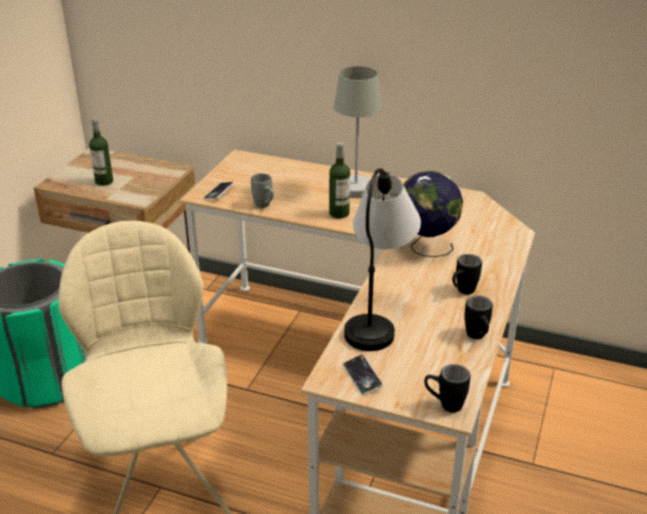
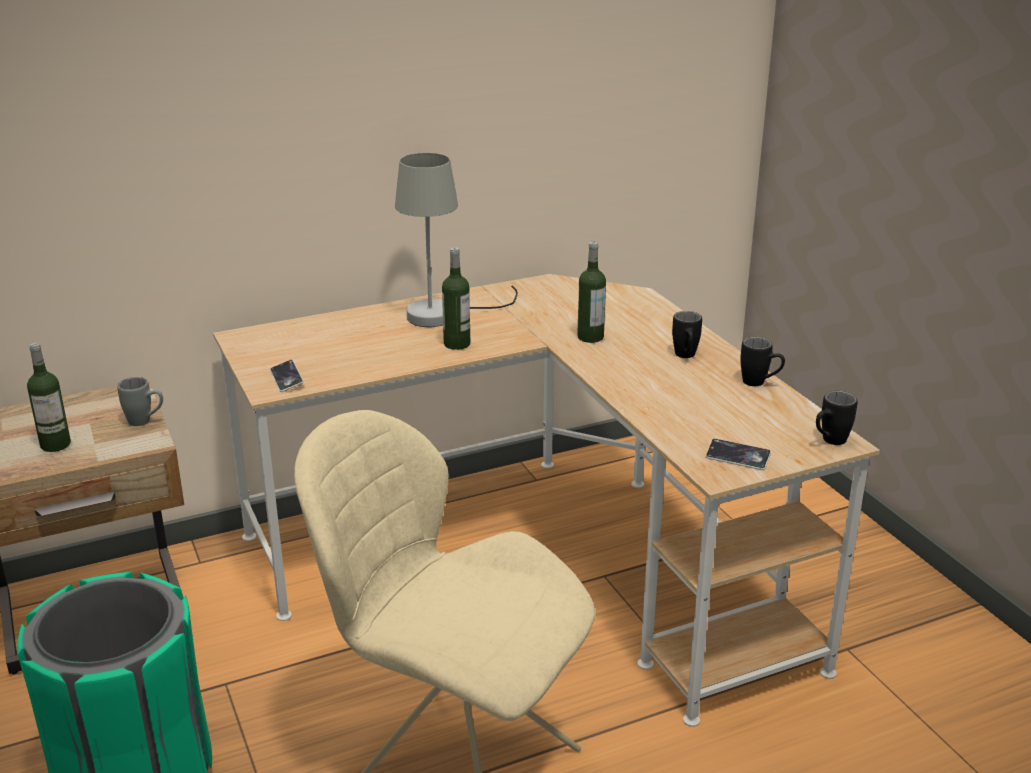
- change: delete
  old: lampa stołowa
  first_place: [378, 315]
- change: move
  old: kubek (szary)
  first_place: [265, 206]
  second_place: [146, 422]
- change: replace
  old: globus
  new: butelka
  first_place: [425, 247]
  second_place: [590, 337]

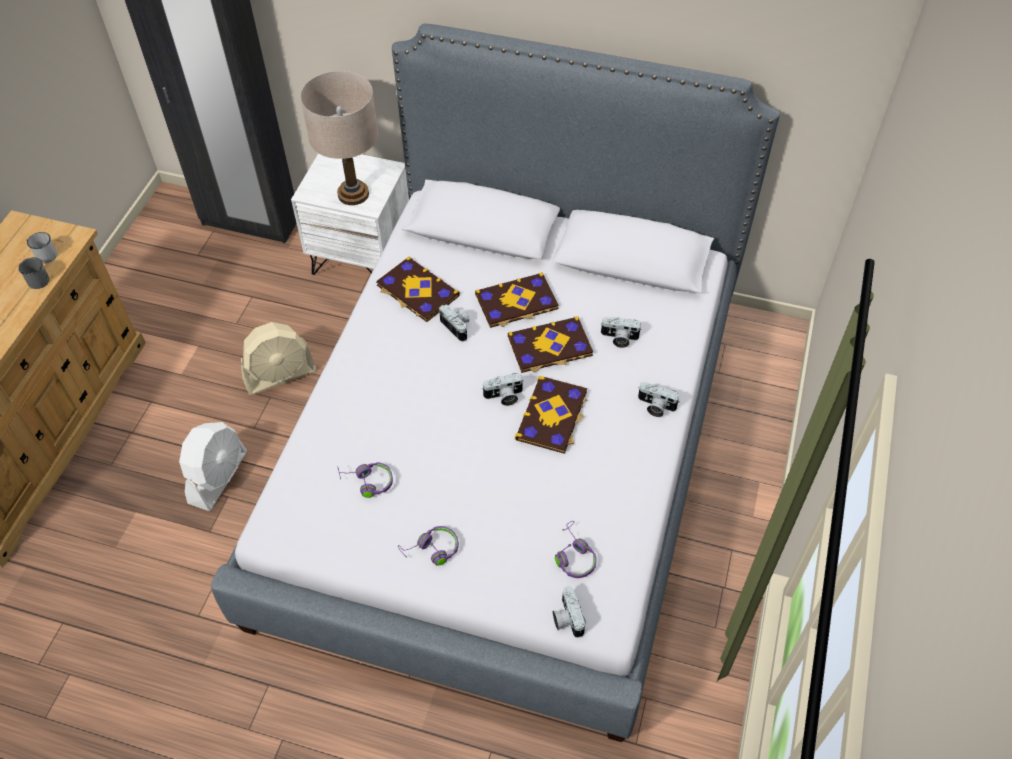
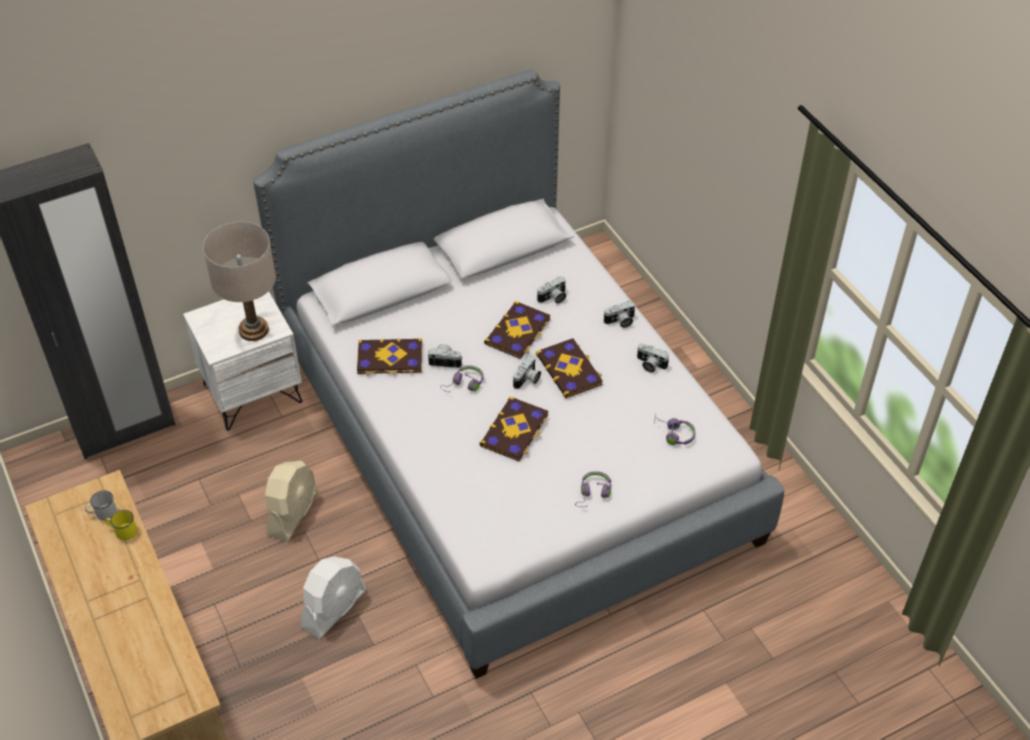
- change: move
  old: słuchawki (fioletowy)
  first_place: [367, 482]
  second_place: [464, 384]
- change: move
  old: książka
  first_place: [516, 302]
  second_place: [515, 431]
- change: move
  old: aparat fotograficzny
  first_place: [566, 618]
  second_place: [650, 364]
- change: recolor
  old: kubek (szary)
  new: kubek (żółty)
  first_place: [37, 279]
  second_place: [123, 531]
- change: rotate
  old: wentylator (biały)
  first_place: [218, 477]
  second_place: [334, 608]
  degrees: 60

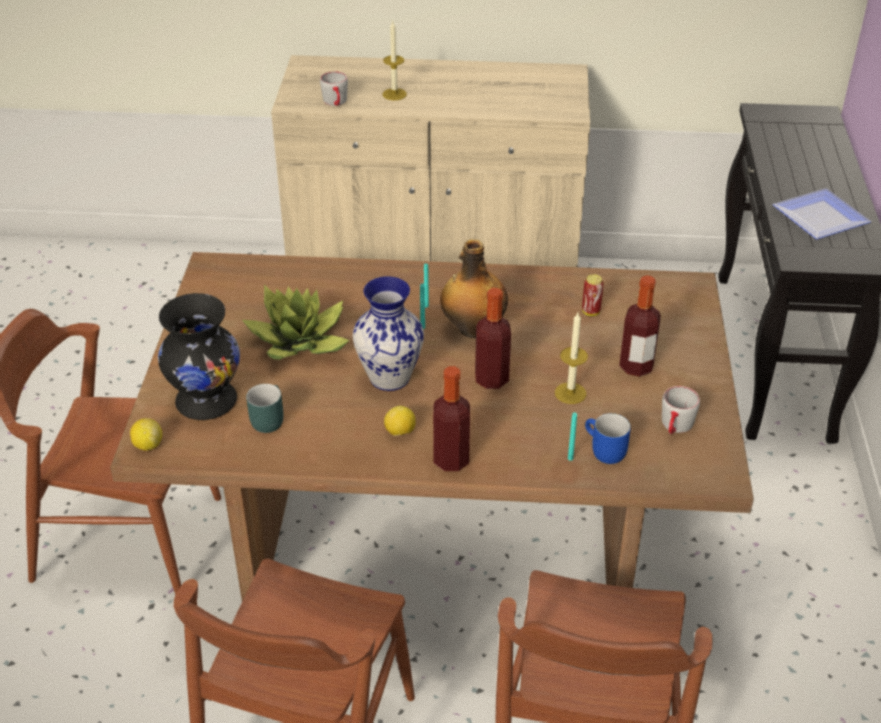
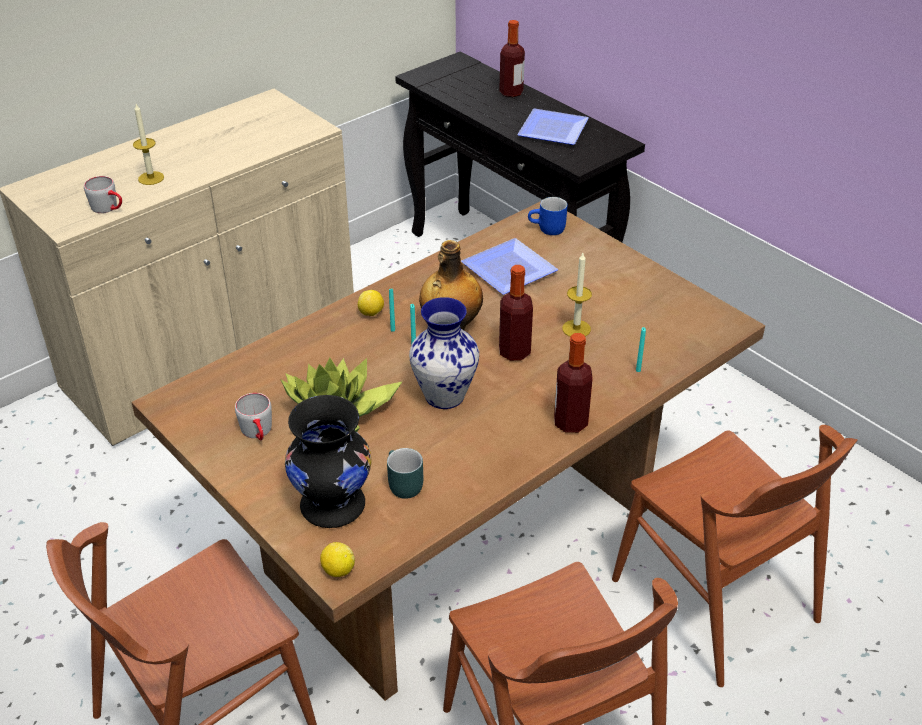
- change: move
  old: cytryna
  first_place: [400, 432]
  second_place: [371, 313]
- change: move
  old: kubek (niebieski)
  first_place: [603, 451]
  second_place: [547, 230]
- change: move
  old: butelka
  first_place: [636, 367]
  second_place: [511, 92]
- change: move
  old: kubek (szary)
  first_place: [675, 427]
  second_place: [258, 433]
- change: replace
  old: puszka
  new: talerz
  first_place: [591, 312]
  second_place: [509, 267]

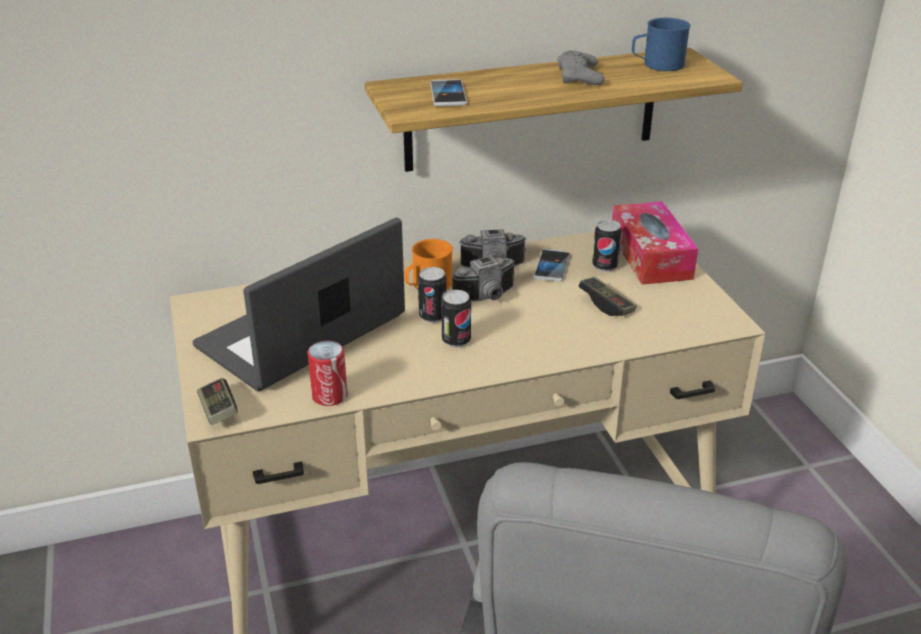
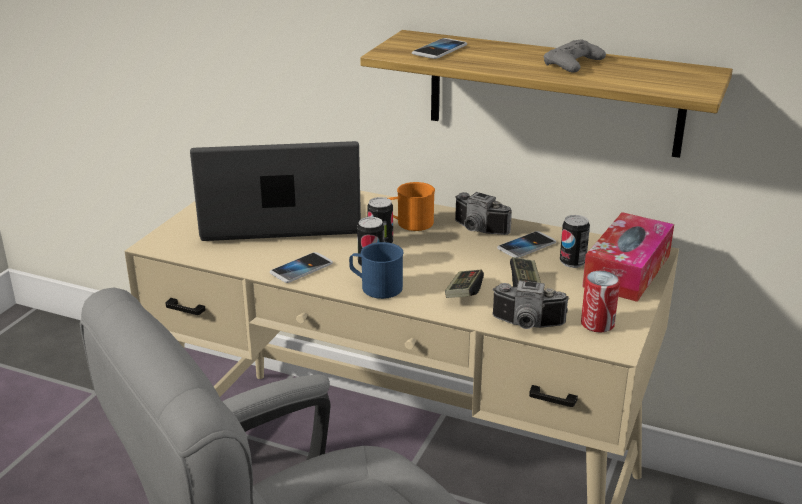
- change: insert
  new: telefon
  second_place: [301, 269]
- change: move
  old: pad do gier
  first_place: [218, 410]
  second_place: [464, 293]
- change: move
  old: puszka
  first_place: [329, 396]
  second_place: [597, 324]
- change: move
  old: aparat fotograficzny
  first_place: [488, 297]
  second_place: [527, 325]
- change: move
  old: kubek (niebieski)
  first_place: [657, 65]
  second_place: [375, 287]

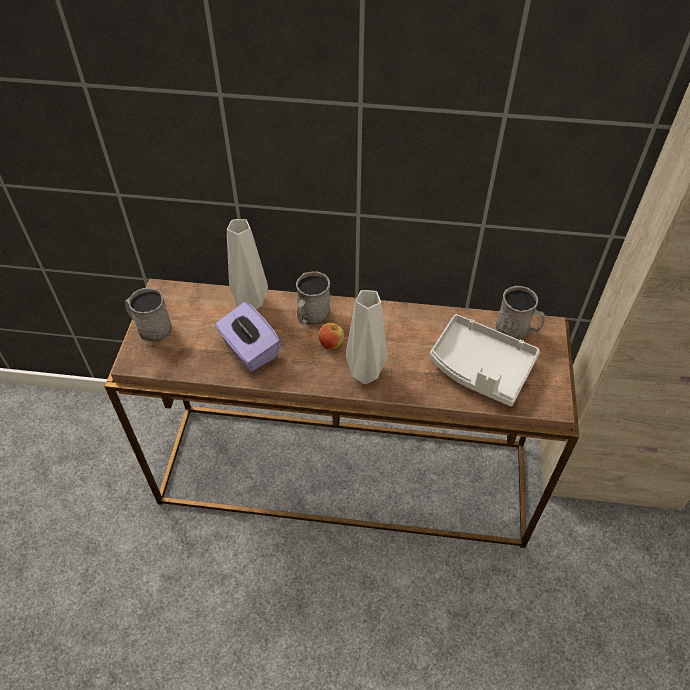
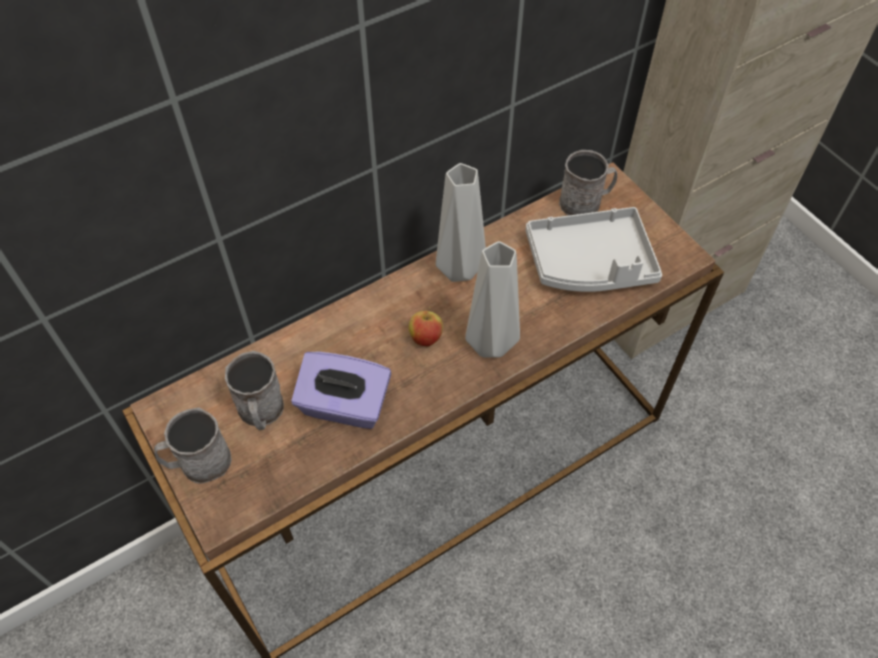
- change: move
  old: wazon (szary)
  first_place: [251, 304]
  second_place: [461, 270]
- change: move
  old: kubek (szary)
  first_place: [311, 317]
  second_place: [261, 412]

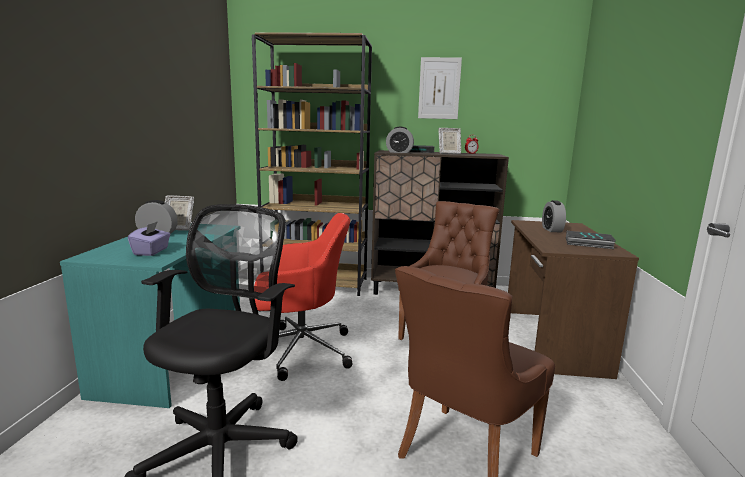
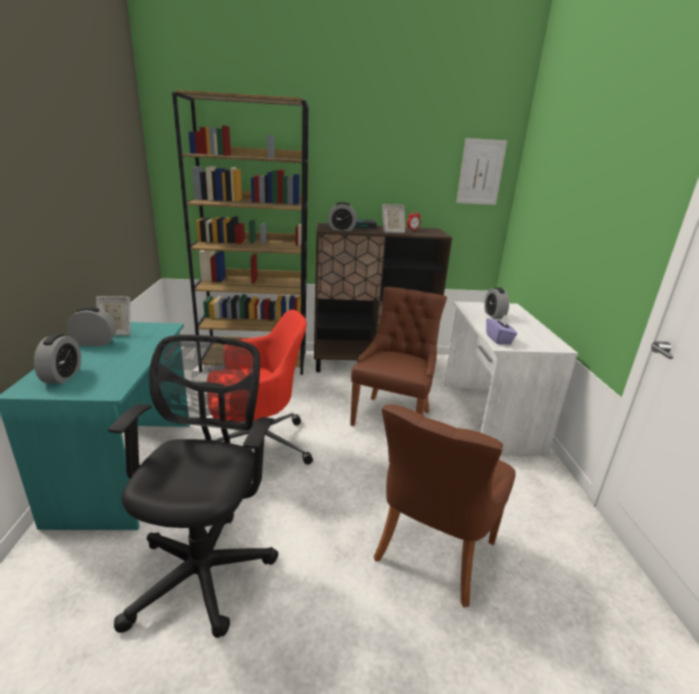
- change: delete
  old: książka
  first_place: [588, 243]
- change: insert
  new: budzik
  second_place: [62, 376]
- change: move
  old: pudełko chusteczek (fioletowy)
  first_place: [151, 251]
  second_place: [499, 339]
- change: move
  old: obraz
  first_place: [439, 88]
  second_place: [480, 172]
- change: recolor
  old: biurko (brązowy)
  new: biurko (biały)
  first_place: [551, 340]
  second_place: [488, 416]

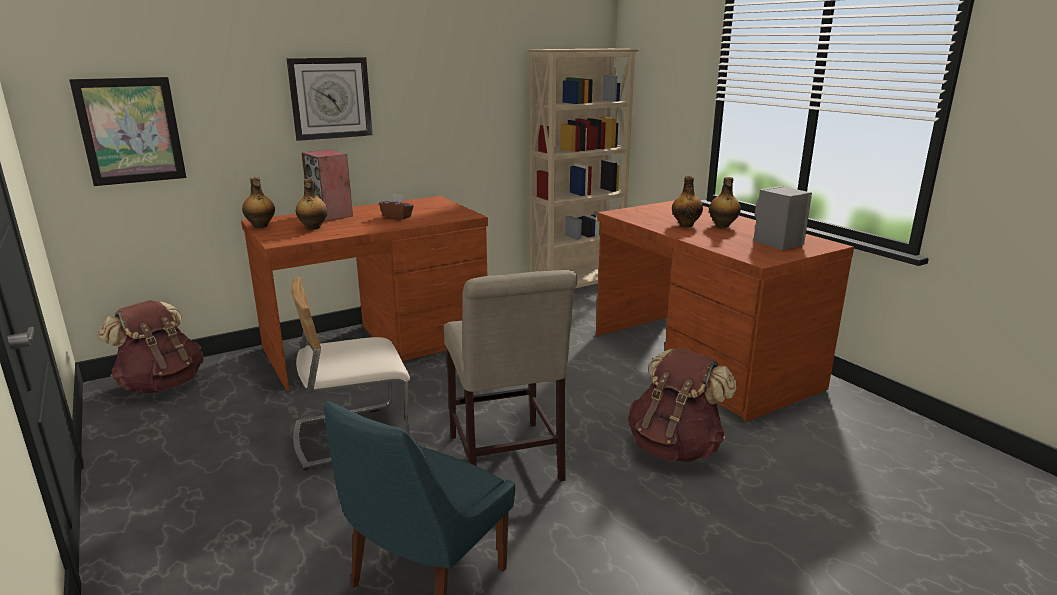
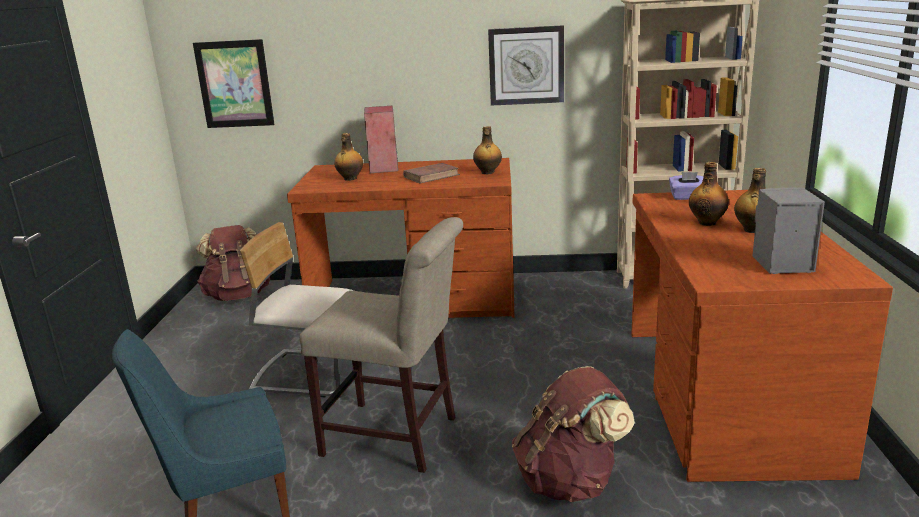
- change: insert
  new: pudełko chusteczek (fioletowy)
  second_place: [687, 197]
- change: move
  old: butelka
  first_place: [260, 226]
  second_place: [487, 172]
- change: move
  old: zegar ścienny
  first_place: [330, 98]
  second_place: [526, 65]
- change: replace
  old: pudełko chusteczek (brązowy)
  new: książka (brązowy)
  first_place: [397, 217]
  second_place: [431, 176]
- change: rotate
  old: krzesło (beżowy)
  first_place: [506, 462]
  second_place: [397, 437]
  degrees: -90

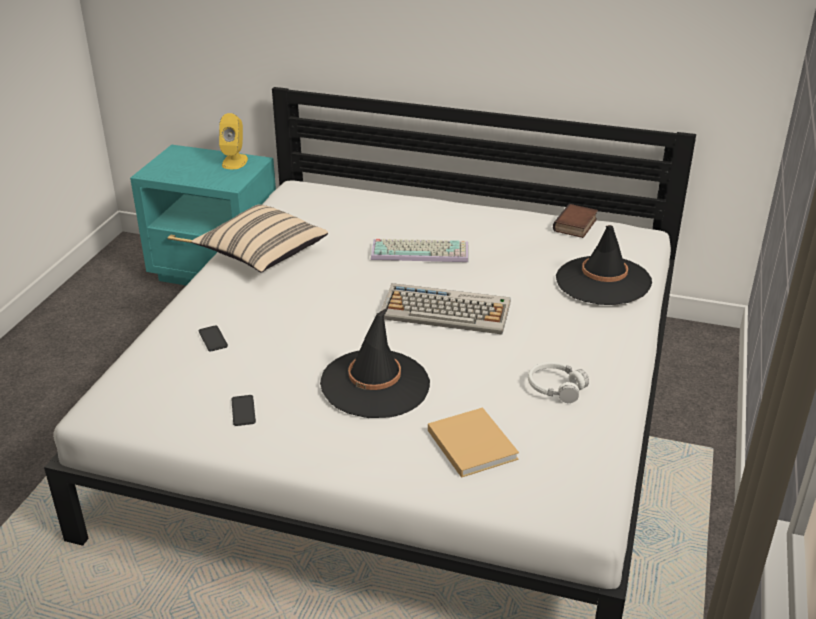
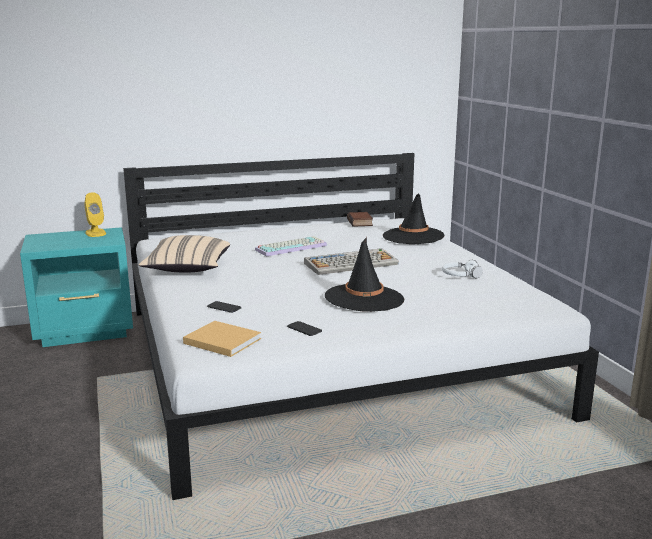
- change: move
  old: książka (beżowy)
  first_place: [470, 443]
  second_place: [220, 340]

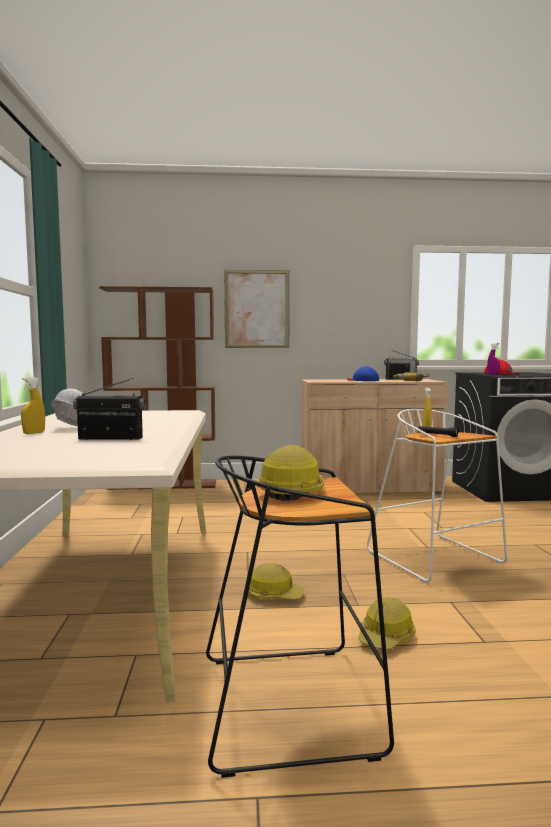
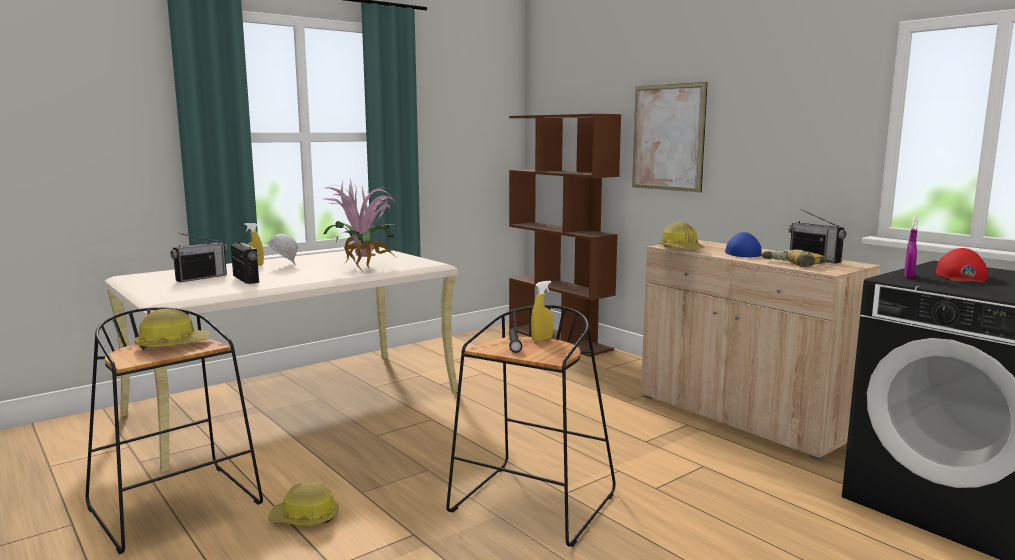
- change: insert
  new: radio
  second_place: [201, 278]
- change: insert
  new: roślina doniczkowa
  second_place: [365, 267]
- change: move
  old: kask
  first_place: [274, 595]
  second_place: [681, 249]
- change: recolor
  old: stołek (biały)
  new: stołek (czarny)
  first_place: [437, 558]
  second_place: [533, 505]

